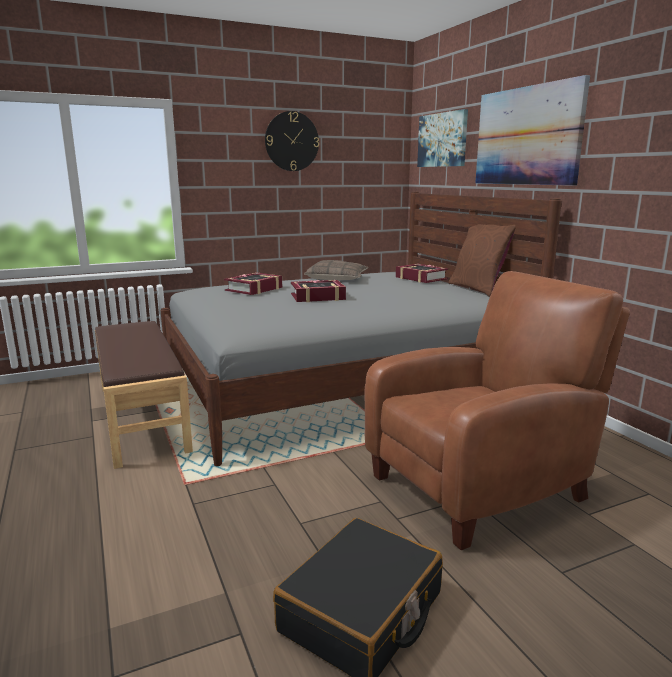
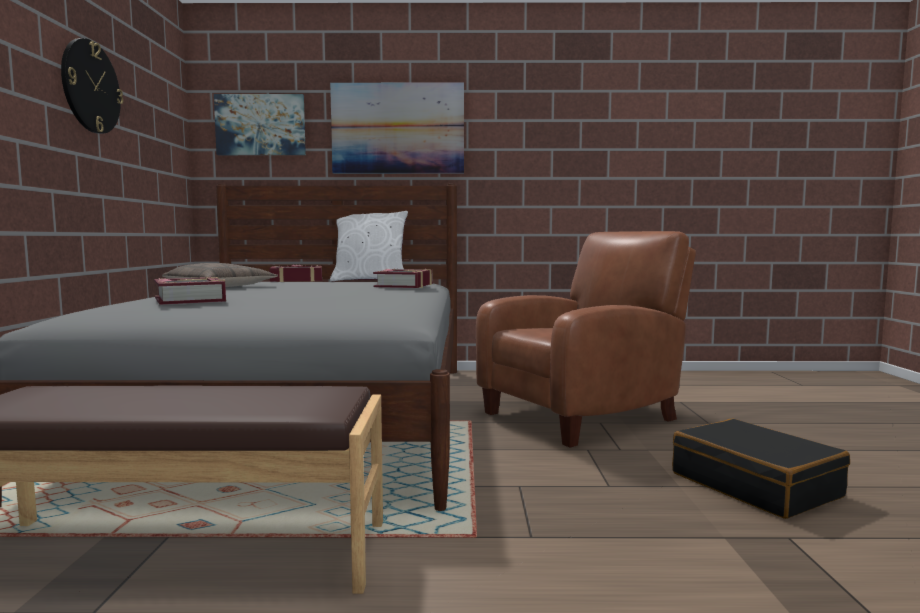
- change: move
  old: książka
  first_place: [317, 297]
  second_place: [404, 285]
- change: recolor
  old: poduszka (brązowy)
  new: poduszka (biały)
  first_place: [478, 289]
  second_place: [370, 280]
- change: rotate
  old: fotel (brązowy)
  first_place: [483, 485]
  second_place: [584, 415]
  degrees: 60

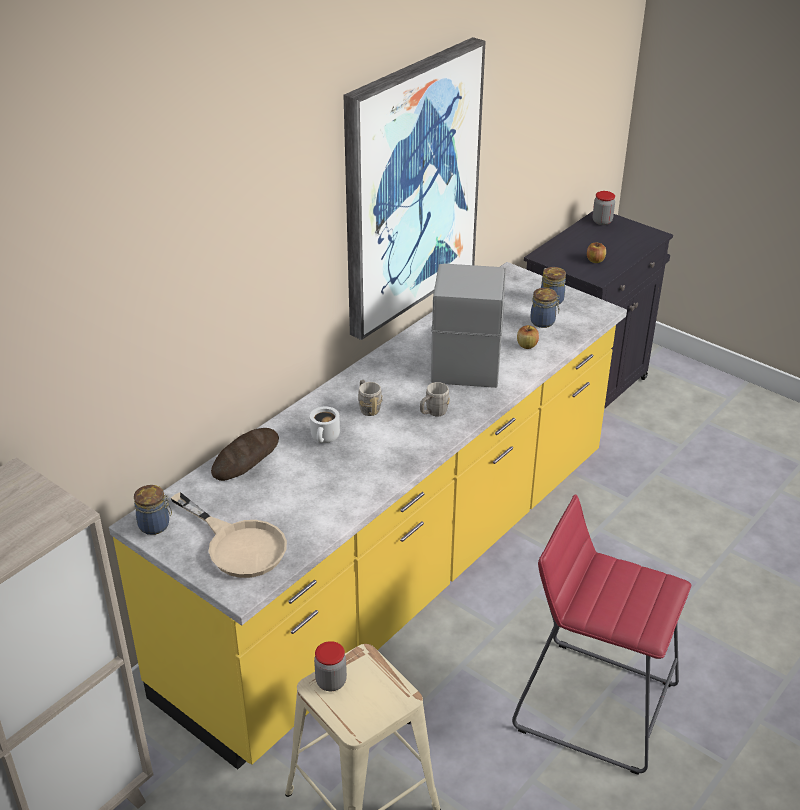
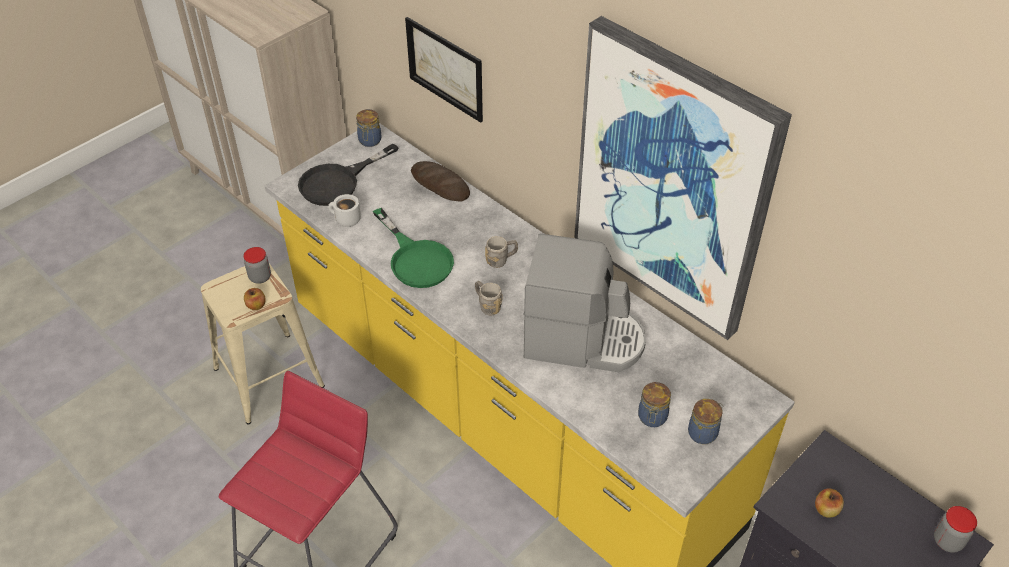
- change: insert
  new: patelnia (zielony)
  second_place: [416, 259]
- change: insert
  new: obraz
  second_place: [445, 69]
- change: move
  old: kubek (biały)
  first_place: [326, 438]
  second_place: [345, 220]
- change: move
  old: jabłko
  first_place: [527, 345]
  second_place: [256, 305]
- change: recolor
  old: patelnia (beżowy)
  new: patelnia (czarny)
  first_place: [238, 544]
  second_place: [338, 182]

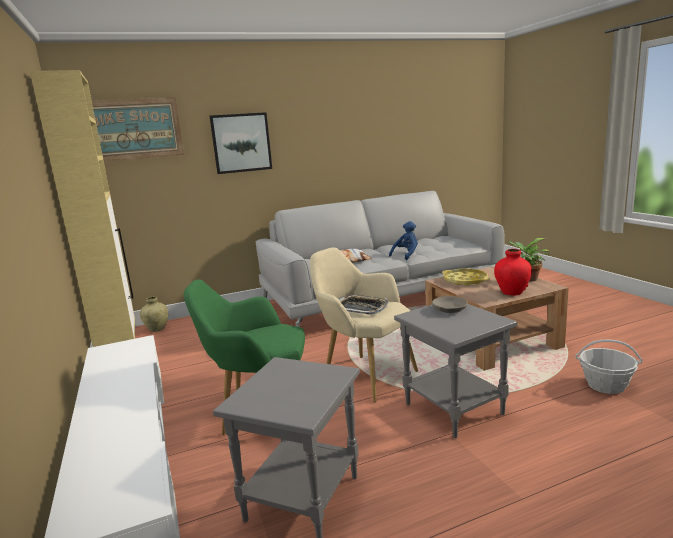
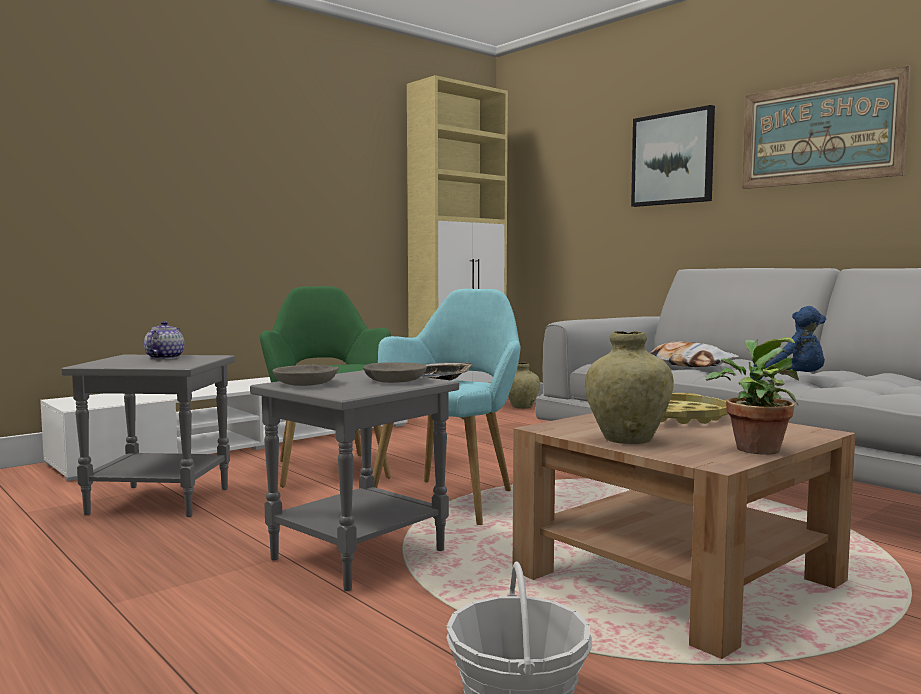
- change: insert
  new: imbryk
  second_place: [164, 358]
- change: insert
  new: miska (szary)
  second_place: [307, 383]
- change: move
  old: obraz
  first_place: [132, 129]
  second_place: [820, 132]
- change: recolor
  old: fotel (beżowy)
  new: fotel (turkusowy)
  first_place: [364, 375]
  second_place: [451, 498]
- change: recolor
  old: wazon (czerwony)
  new: wazon (beżowy)
  first_place: [512, 292]
  second_place: [627, 439]

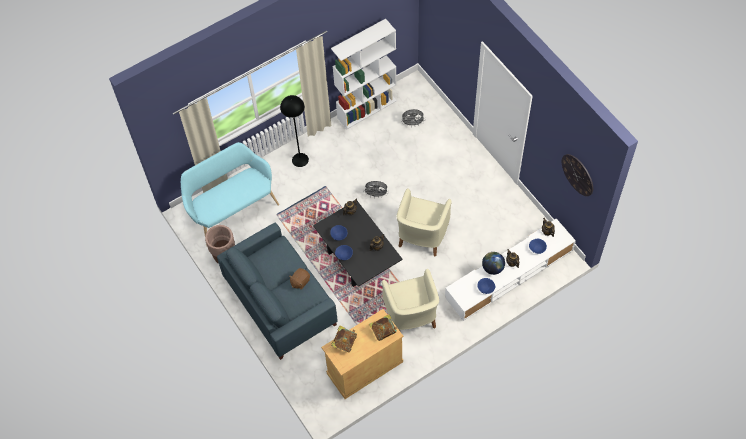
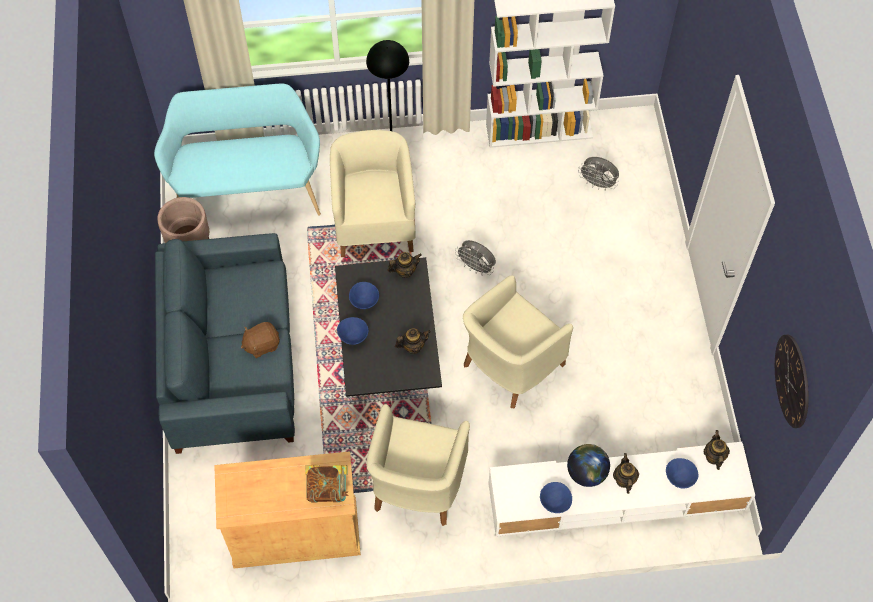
- change: delete
  old: książka
  first_place: [344, 342]
- change: insert
  new: fotel (beżowy)
  second_place: [375, 223]

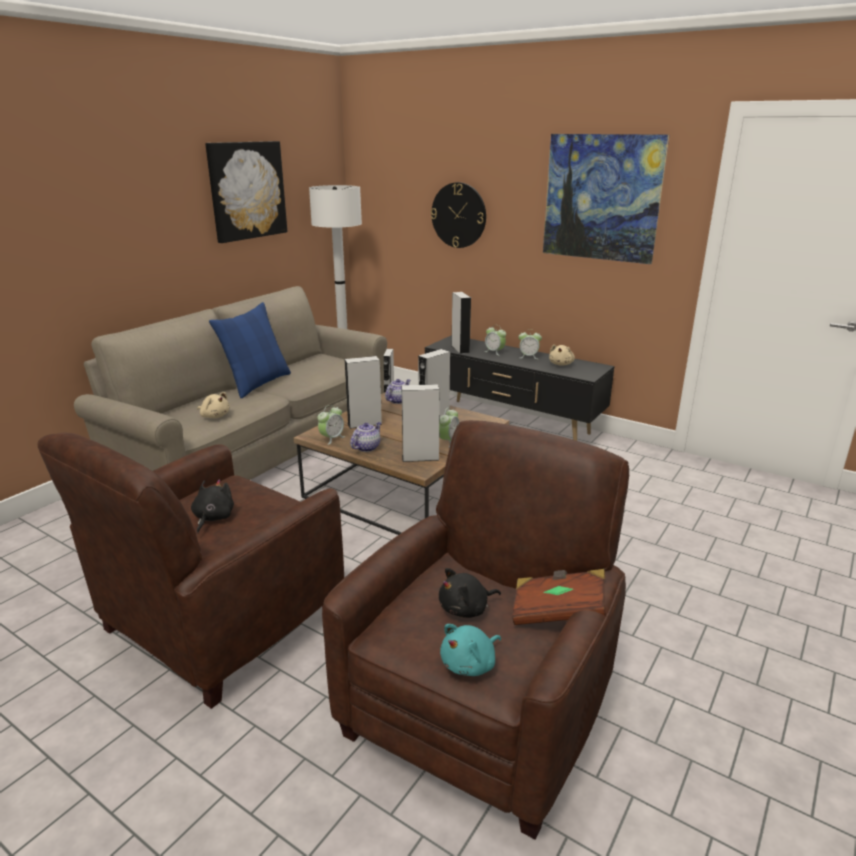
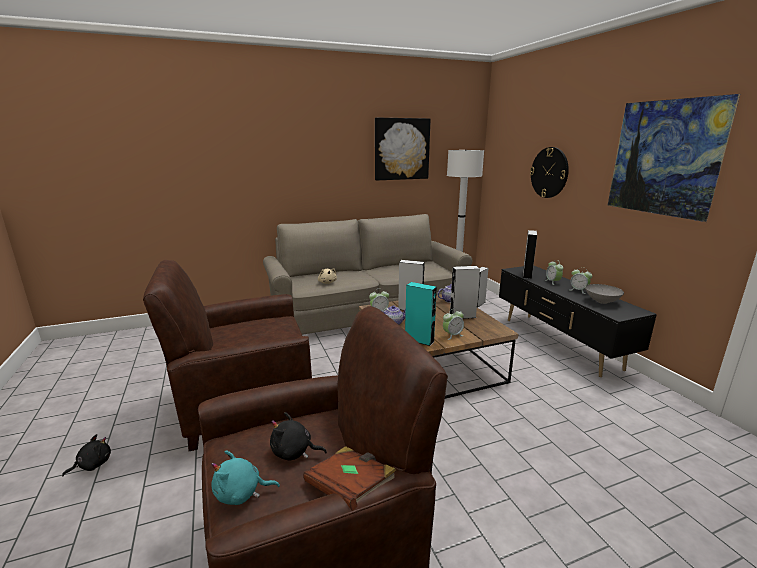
- change: delete
  old: poduszka (niebieski)
  first_place: [257, 384]
- change: move
  old: pluszak (czarny)
  first_place: [213, 518]
  second_place: [92, 464]
- change: replace
  old: pluszak (beżowy)
  new: miska (szary)
  first_place: [561, 364]
  second_place: [602, 301]
- change: recolor
  old: głośnik (szary)
  new: głośnik (turkusowy)
  first_place: [420, 457]
  second_place: [419, 340]

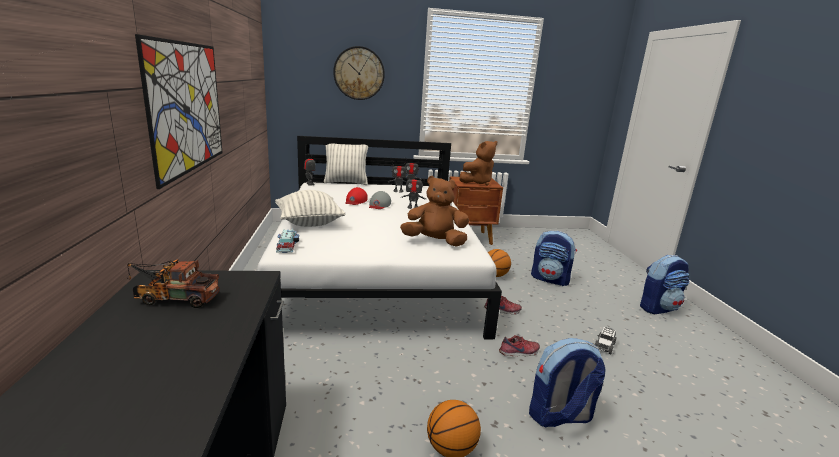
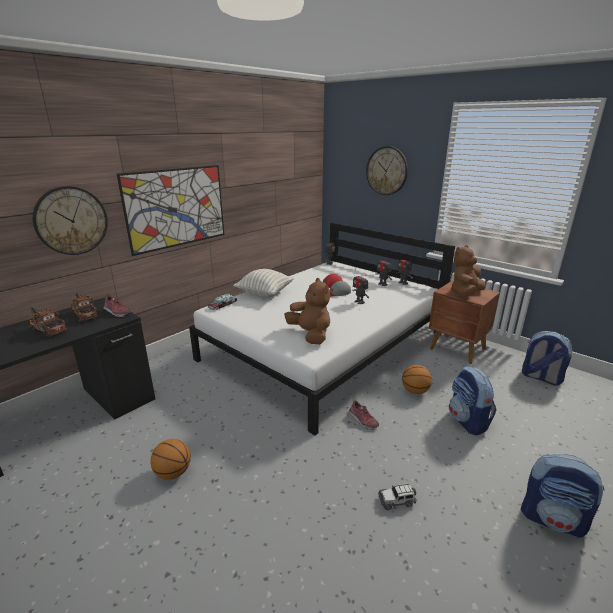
- change: delete
  old: poduszka
  first_place: [346, 182]
- change: insert
  new: ciężarówka zabawkowa
  second_place: [47, 329]
- change: insert
  new: zegar ścienny
  second_place: [71, 221]
- change: move
  old: but
  first_place: [519, 353]
  second_place: [116, 312]
- change: move
  old: plecak
  first_place: [559, 417]
  second_place: [540, 377]
- change: rotate
  old: pluszak (brązowy)
  first_place: [477, 182]
  second_place: [465, 293]
  degrees: 120

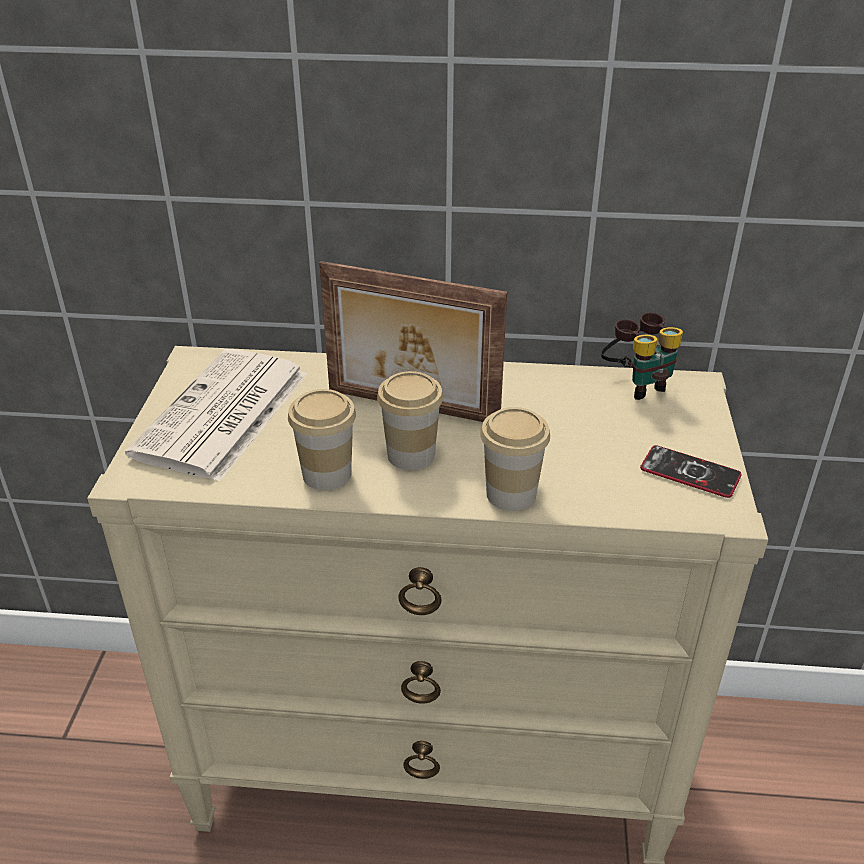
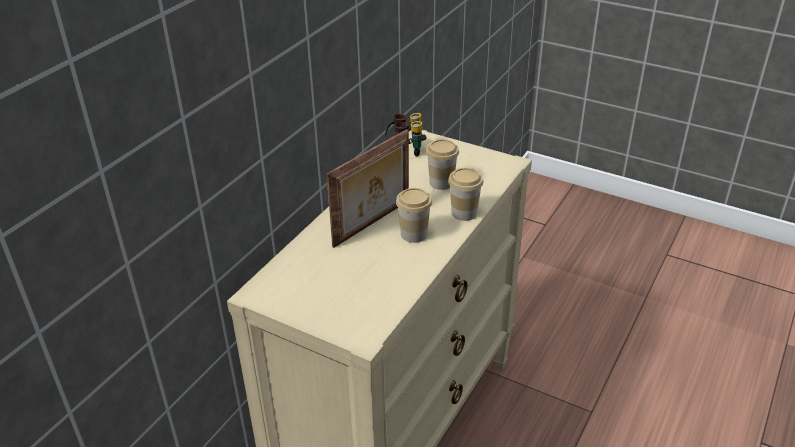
- change: delete
  old: gazeta
  first_place: [222, 416]
- change: delete
  old: telefon
  first_place: [690, 473]
- change: move
  old: filiżanka
  first_place: [327, 474]
  second_place: [441, 182]

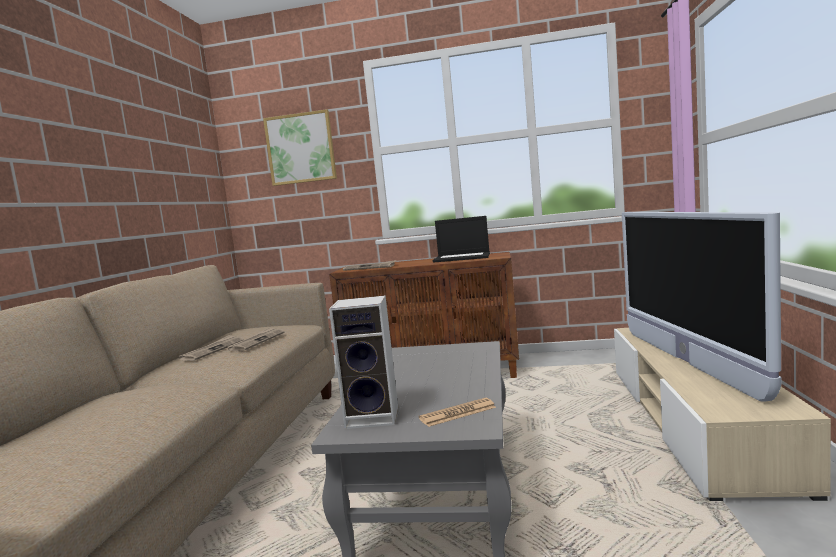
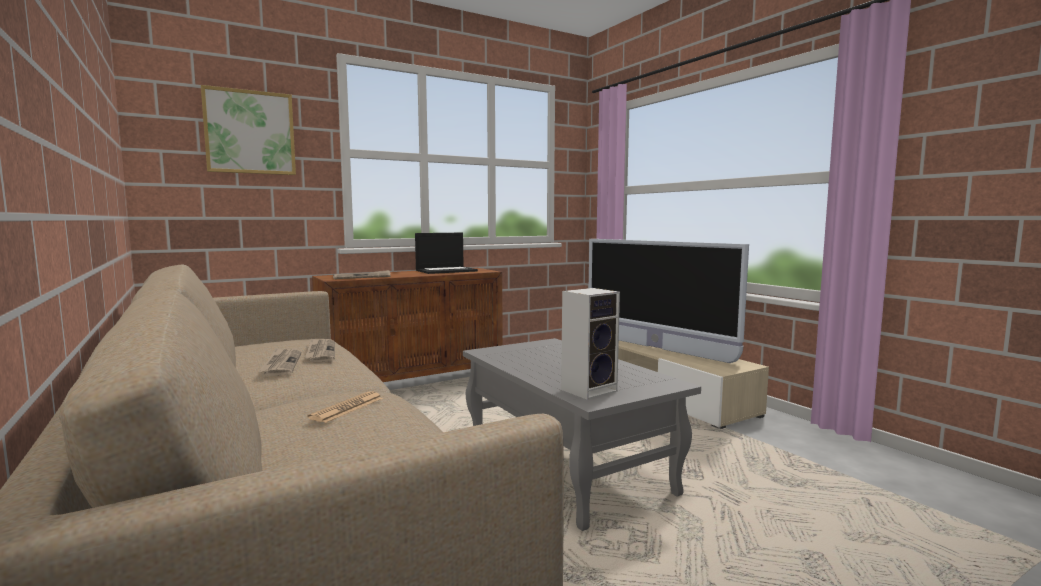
- change: move
  old: gazeta
  first_place: [457, 413]
  second_place: [347, 408]

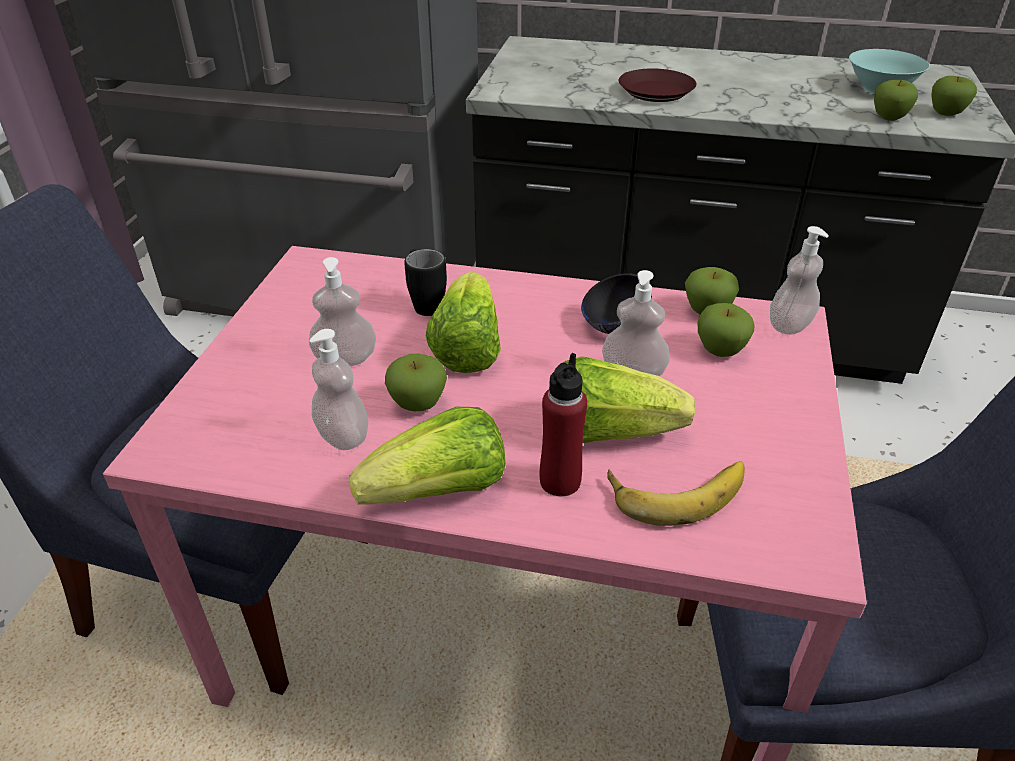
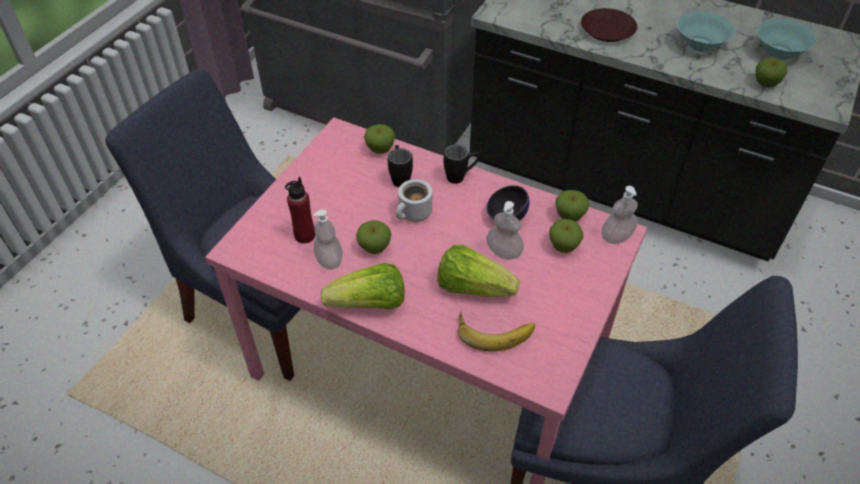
- change: delete
  old: dozownik mydła
  first_place: [345, 359]
- change: insert
  new: kubek (czarny)
  second_place: [461, 176]
- change: insert
  new: miska (turkusowy)
  second_place: [699, 44]
- change: move
  old: butelka (czerwony)
  first_place: [560, 481]
  second_place: [304, 235]
- change: move
  old: jabłko
  first_place: [946, 113]
  second_place: [380, 150]
- change: replace
  old: sałata
  new: kubek (biały)
  first_place: [467, 347]
  second_place: [414, 215]

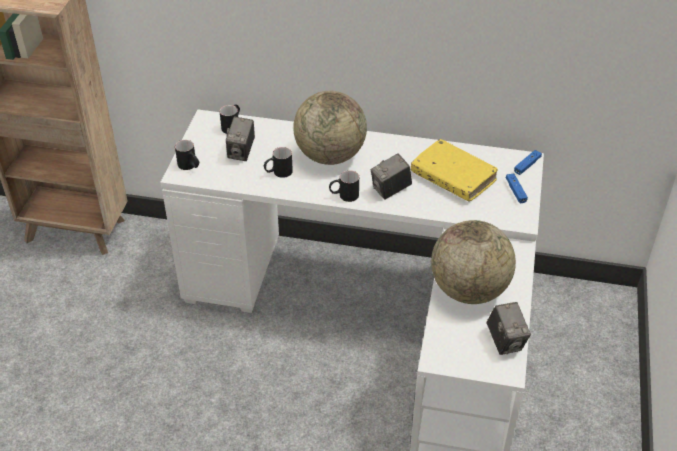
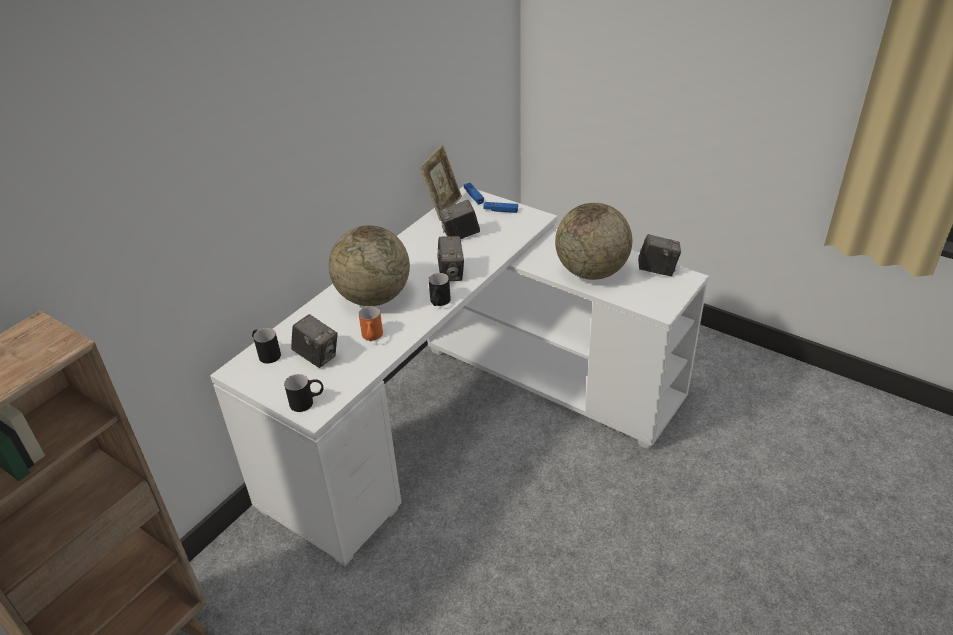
- change: insert
  new: ramka na zdjęcie
  second_place: [443, 206]
- change: replace
  old: książka (żółty)
  new: aparat fotograficzny
  first_place: [453, 177]
  second_place: [460, 236]
- change: recolor
  old: kubek (czarny)
  new: kubek (pomarańczowy)
  first_place: [278, 173]
  second_place: [372, 337]

